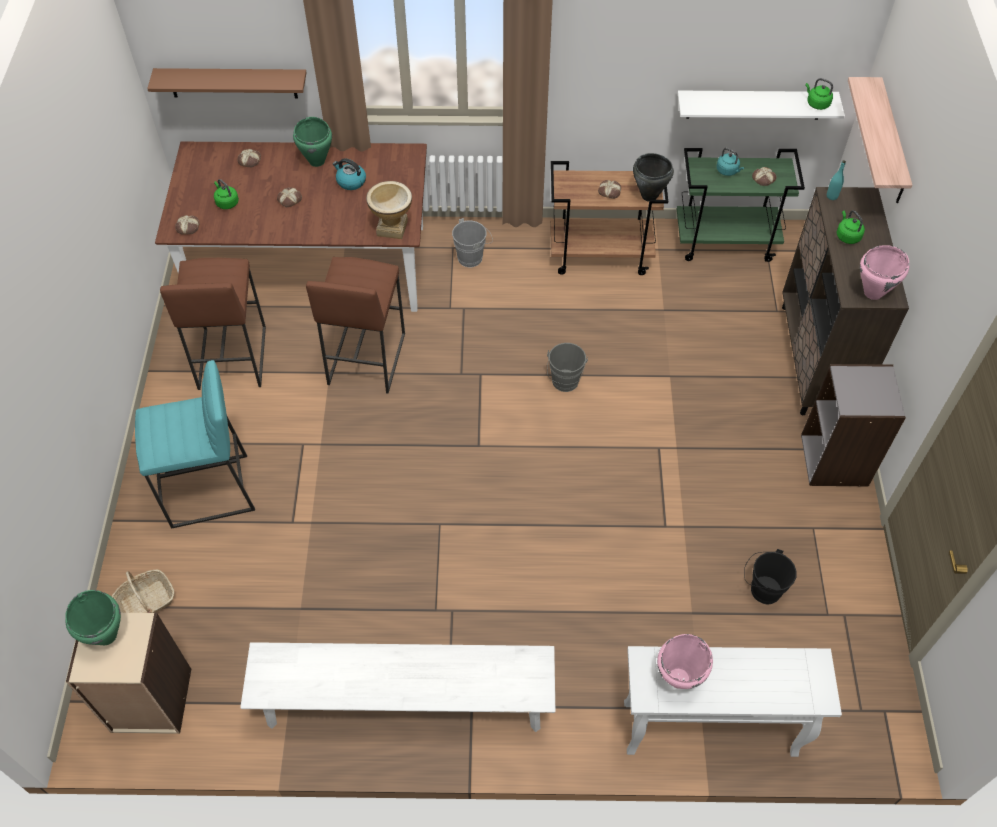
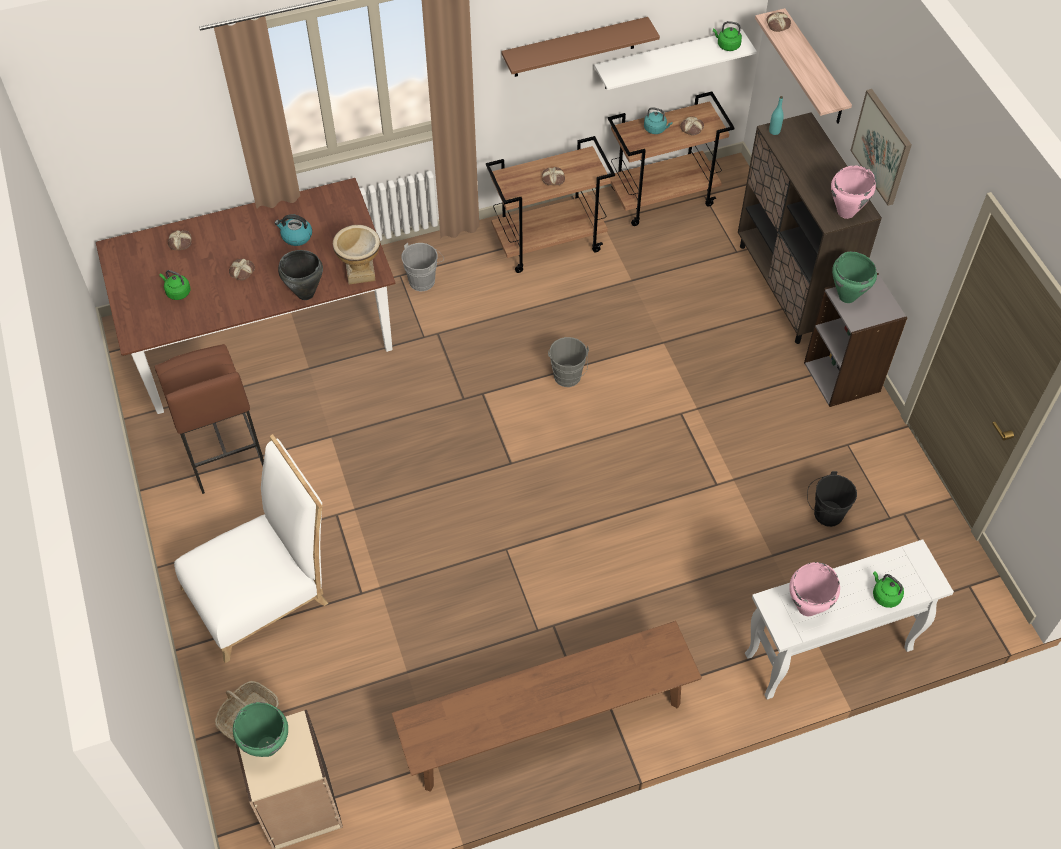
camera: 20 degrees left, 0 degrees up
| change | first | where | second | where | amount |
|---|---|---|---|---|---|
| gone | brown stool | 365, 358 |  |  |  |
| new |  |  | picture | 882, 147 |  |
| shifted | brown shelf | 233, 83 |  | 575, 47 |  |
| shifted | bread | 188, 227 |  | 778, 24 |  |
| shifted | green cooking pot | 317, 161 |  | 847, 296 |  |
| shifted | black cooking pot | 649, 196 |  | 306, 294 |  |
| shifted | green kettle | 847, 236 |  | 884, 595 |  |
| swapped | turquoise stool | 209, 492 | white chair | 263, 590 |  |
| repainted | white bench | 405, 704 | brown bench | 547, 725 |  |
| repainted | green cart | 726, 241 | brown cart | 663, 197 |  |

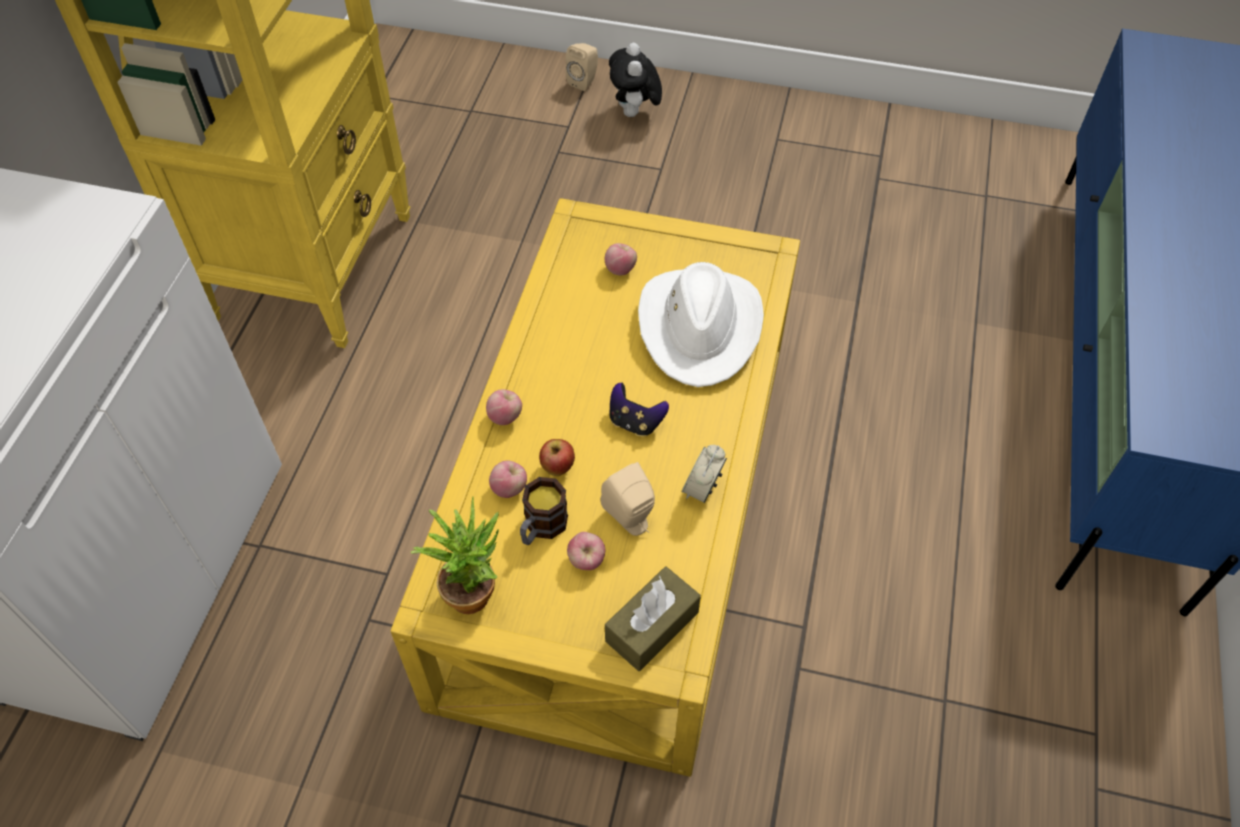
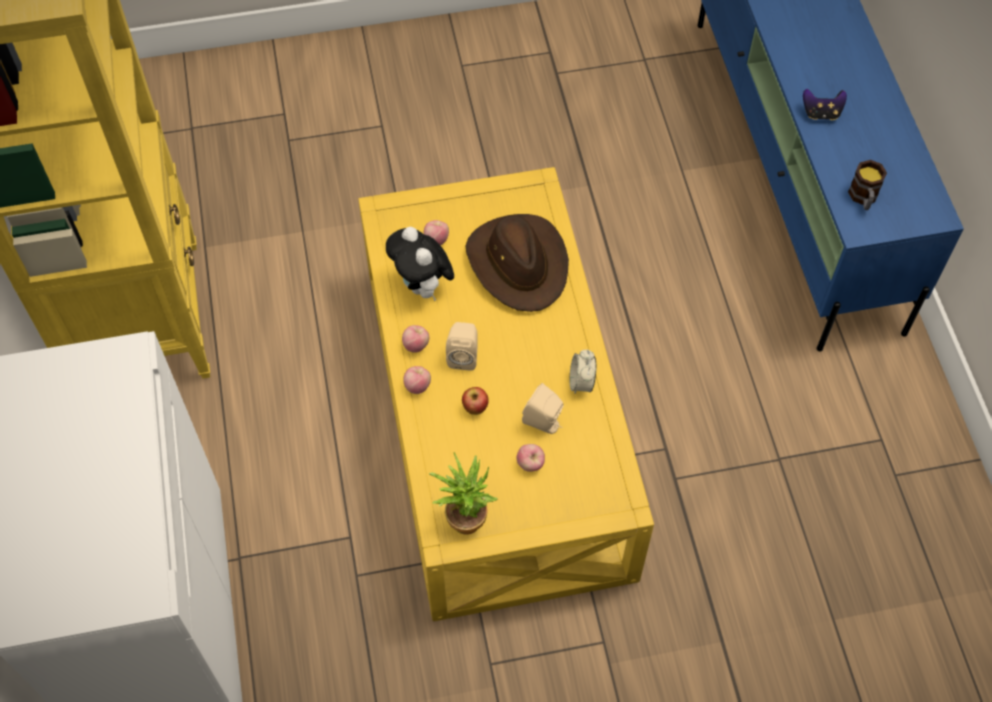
camera: 25 degrees left, 5 degrees up
| change | first | where | second | where | amount |
|---|---|---|---|---|---|
| gone | brown tissue box | 652, 626 |  |  |  |
| shifted | apple | 509, 488 |  | 416, 345 |  |
| shifted | mug | 541, 528 |  | 863, 198 |  |
| shifted | beige speaker | 584, 81 |  | 463, 356 |  |
| shifted | plush toy | 635, 113 |  | 422, 287 |  |
| shifted | game controller | 635, 422 |  | 821, 113 |  |
| repainted | white hat | 700, 327 | brown hat | 519, 263 |  |

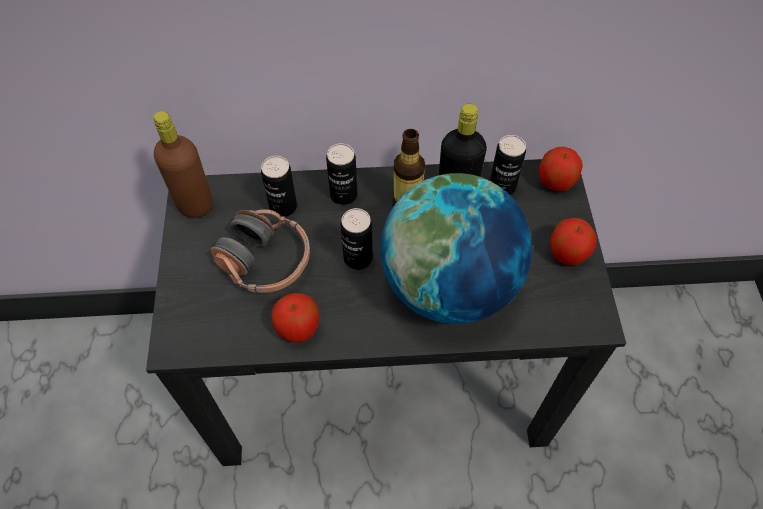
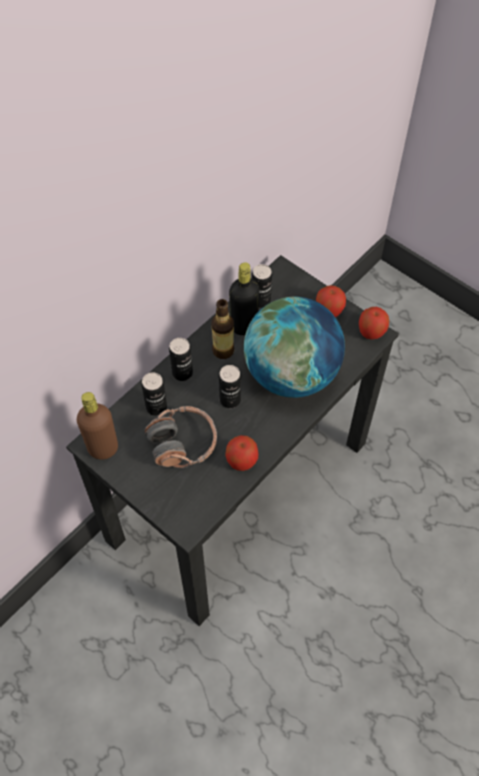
camera: 45 degrees left, 0 degrees up
| change | first | where | second | where | amount |
|---|---|---|---|---|---|
| shifted | apple | 555, 182 |  | 371, 332 |  |

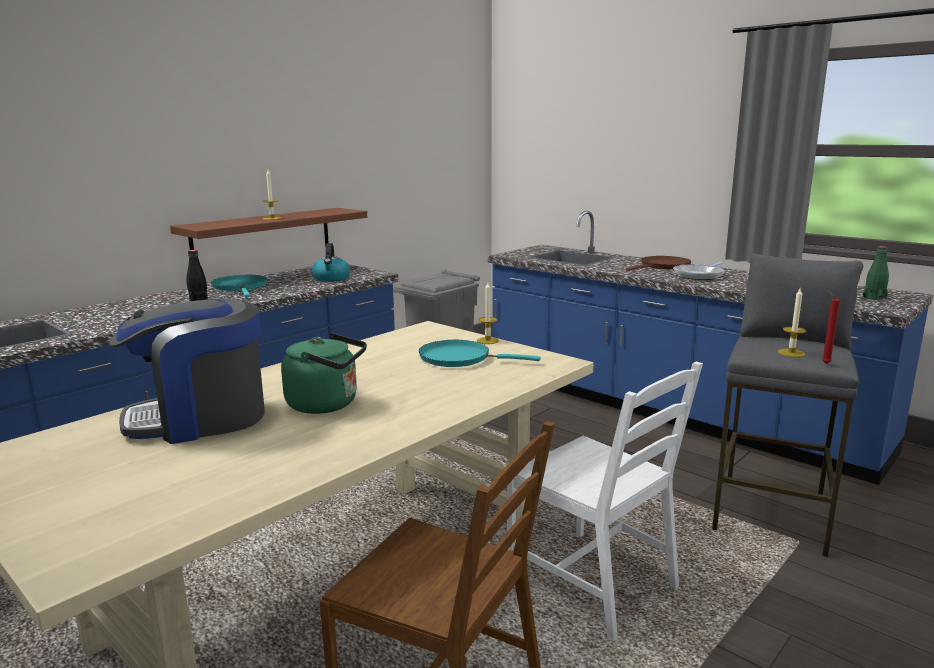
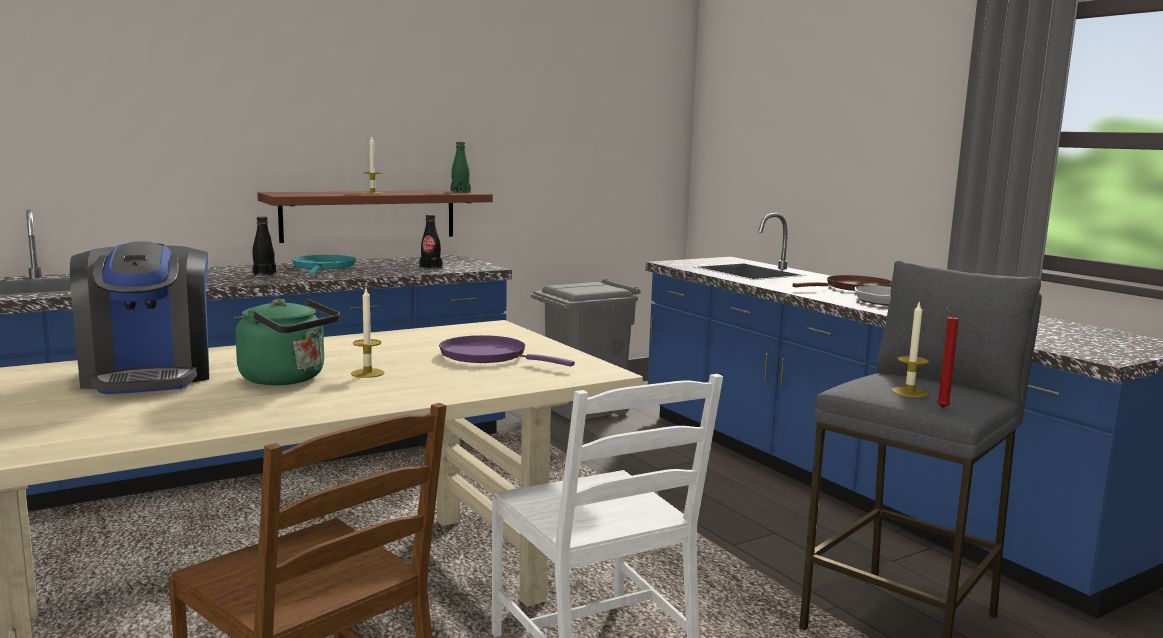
camera: 15 degrees right, 5 degrees down
| change | first | where | second | where | amount |
|---|---|---|---|---|---|
| shifted | candle | 487, 340 |  | 367, 373 |  |
| shifted | green bottle | 874, 298 |  | 460, 192 |  |
| swapped | kettle | 331, 278 | black bottle | 430, 267 |  |
| repainted | turquoise frying pan | 459, 358 | purple frying pan | 488, 356 |  |
| rotated | coffee machine | 200, 419 |  | 148, 375 | 105 degrees counterclockwise |

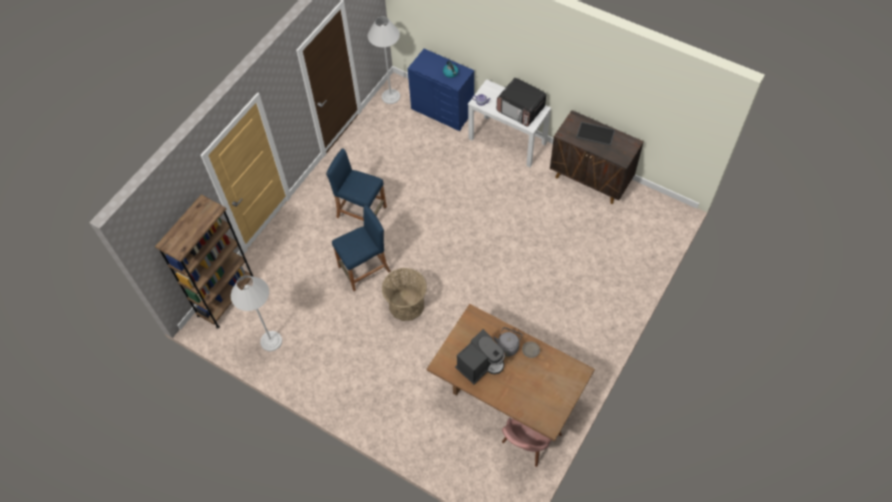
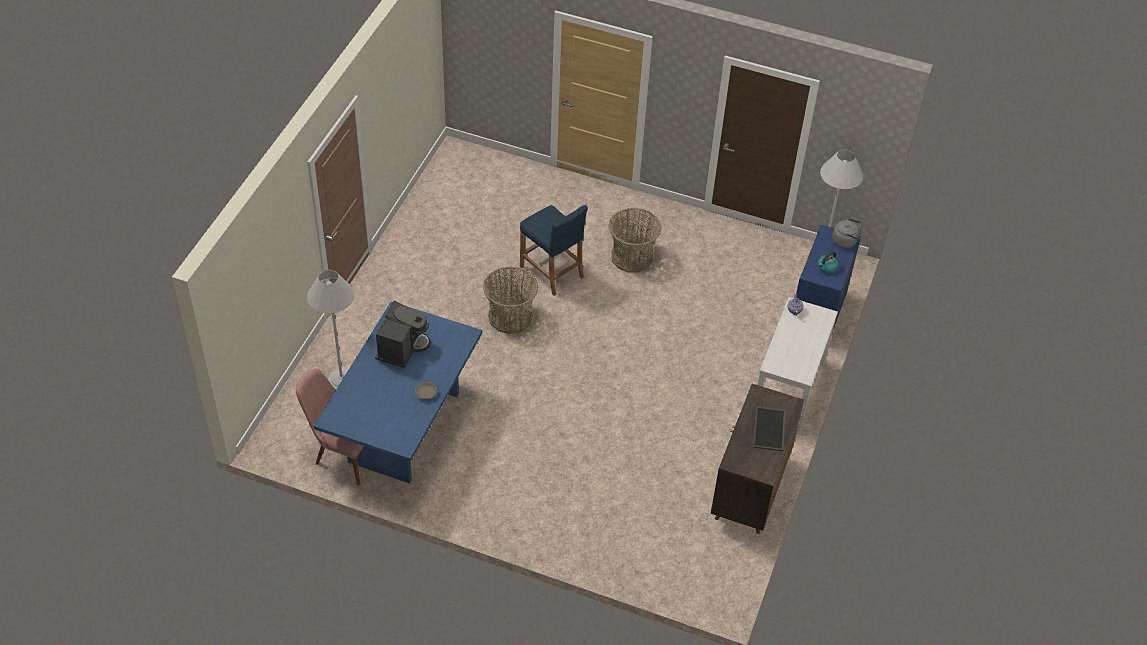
camera: 75 degrees right, 10 degrees down
| change | first | where | second | where | amount |
|---|---|---|---|---|---|
| gone | brown bookcase | 226, 298 |  |  |  |
| gone | microwave | 521, 110 |  |  |  |
| shifted | white floor lamp | 271, 341 |  | 341, 380 |  |
| shifted | grey kettle | 508, 346 |  | 845, 241 |  |
| swapped | blue stool | 361, 212 | basket | 632, 257 |  |
| repainted | brown dining table | 507, 395 | blue dining table | 404, 426 |  |
| rotated | coffee machine | 480, 364 |  | 402, 348 | 105 degrees counterclockwise |

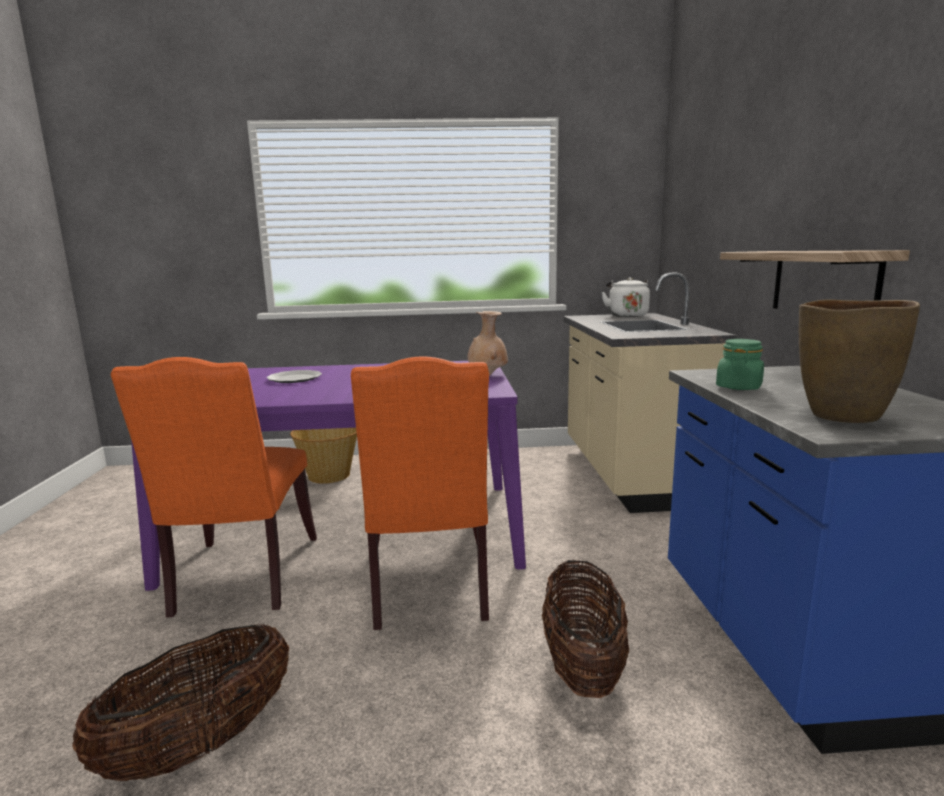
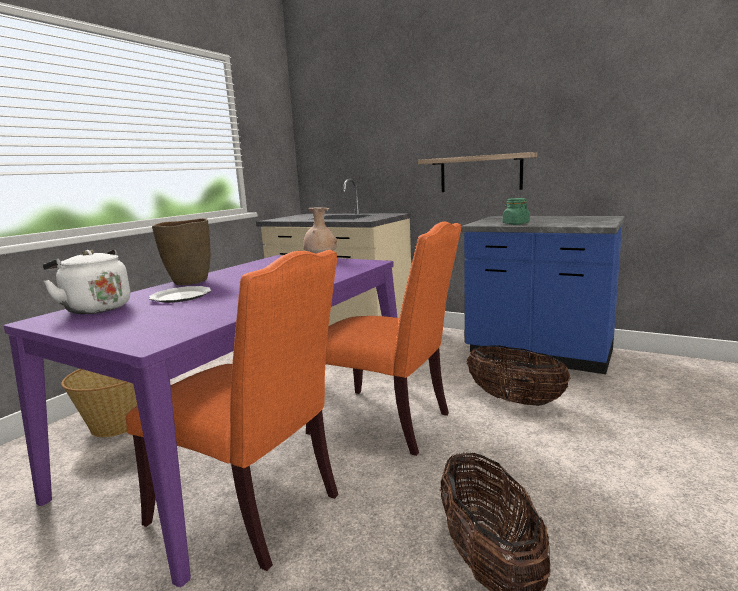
camera: 55 degrees left, 0 degrees up
| change | first | where | second | where | amount |
|---|---|---|---|---|---|
| shifted | white kettle | 626, 315 |  | 95, 308 |  |
| shifted | brown vase | 842, 416 |  | 189, 282 |  |

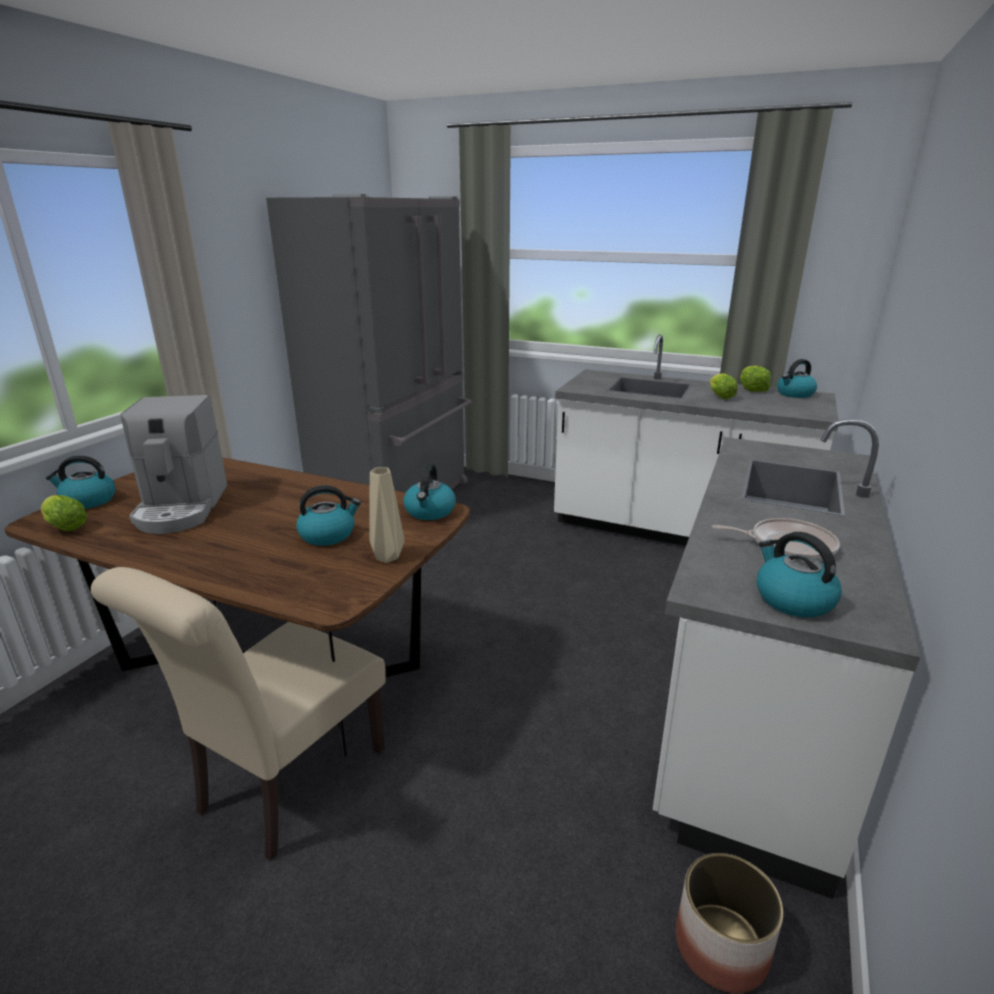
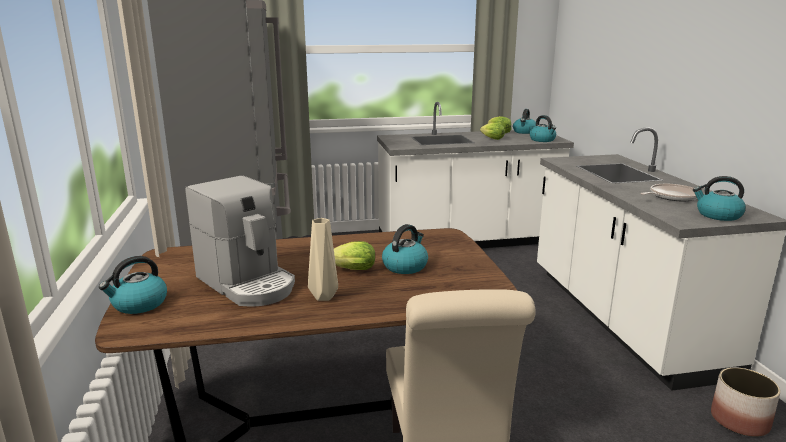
camera: 35 degrees left, 5 degrees down
| change | first | where | second | where | amount |
|---|---|---|---|---|---|
| shifted | lettuce | 64, 526 |  | 350, 270 |  |
| shifted | beige vase | 389, 557 |  | 325, 296 |  |
| shifted | kettle | 430, 511 |  | 542, 140 |  |

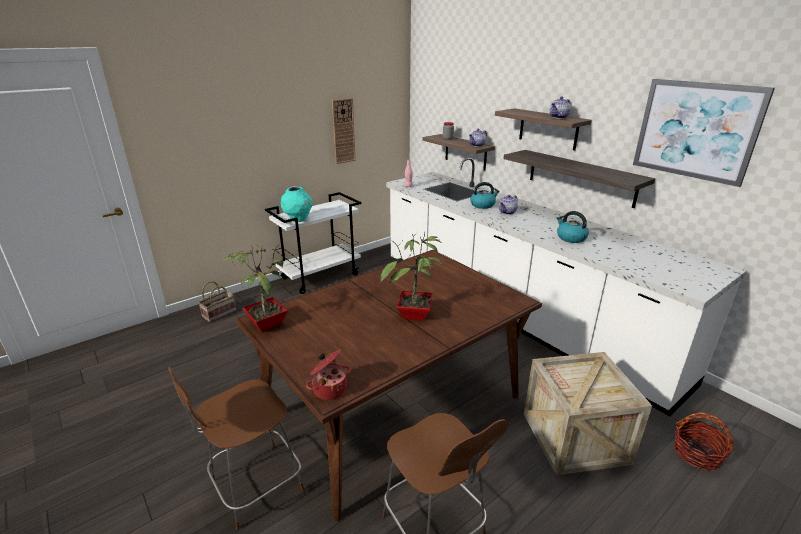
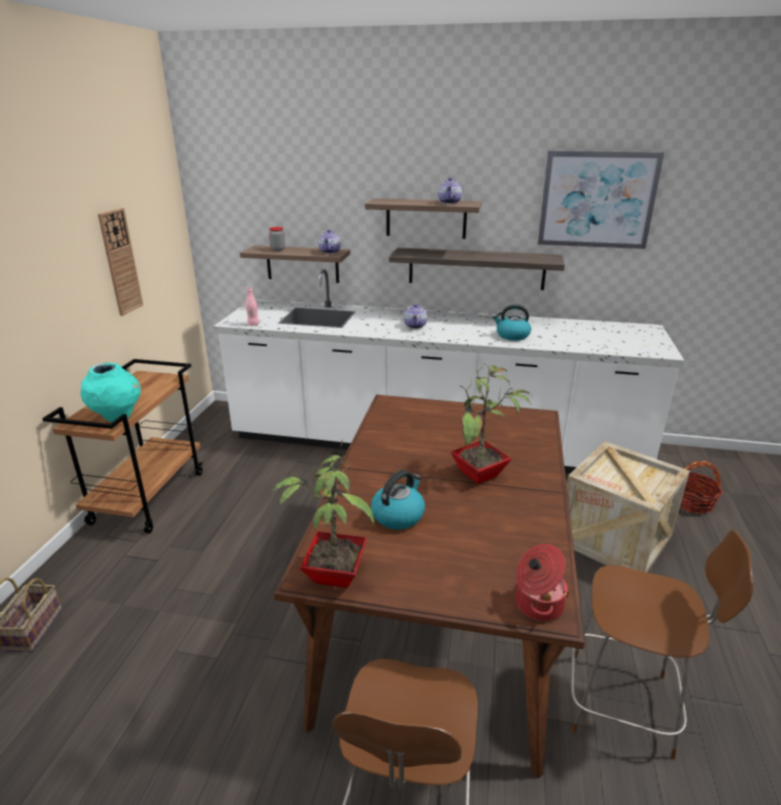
camera: 40 degrees left, 0 degrees up
| change | first | where | second | where | amount |
|---|---|---|---|---|---|
| shifted | kettle | 483, 205 |  | 398, 515 |  |
| repainted | white cart | 320, 276 | brown cart | 149, 497 |  |

